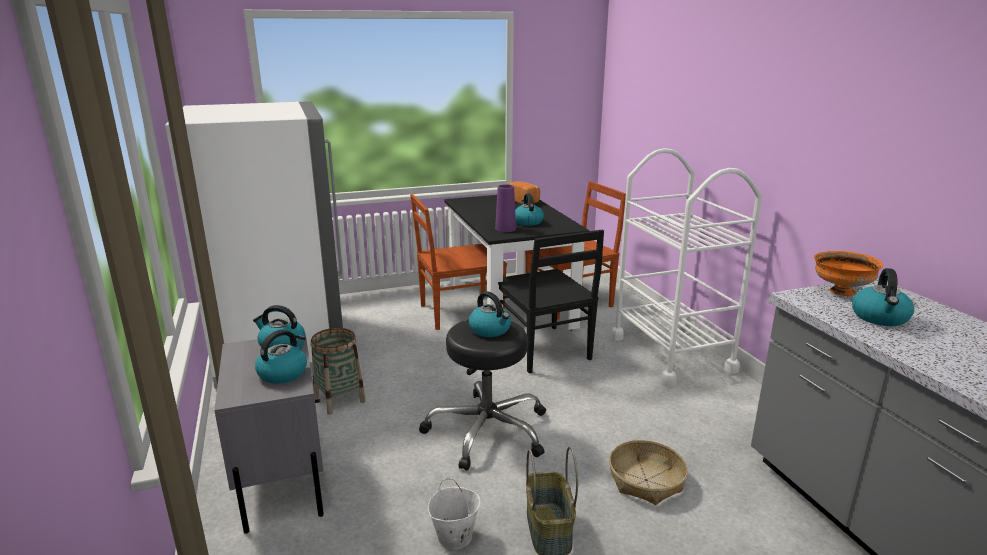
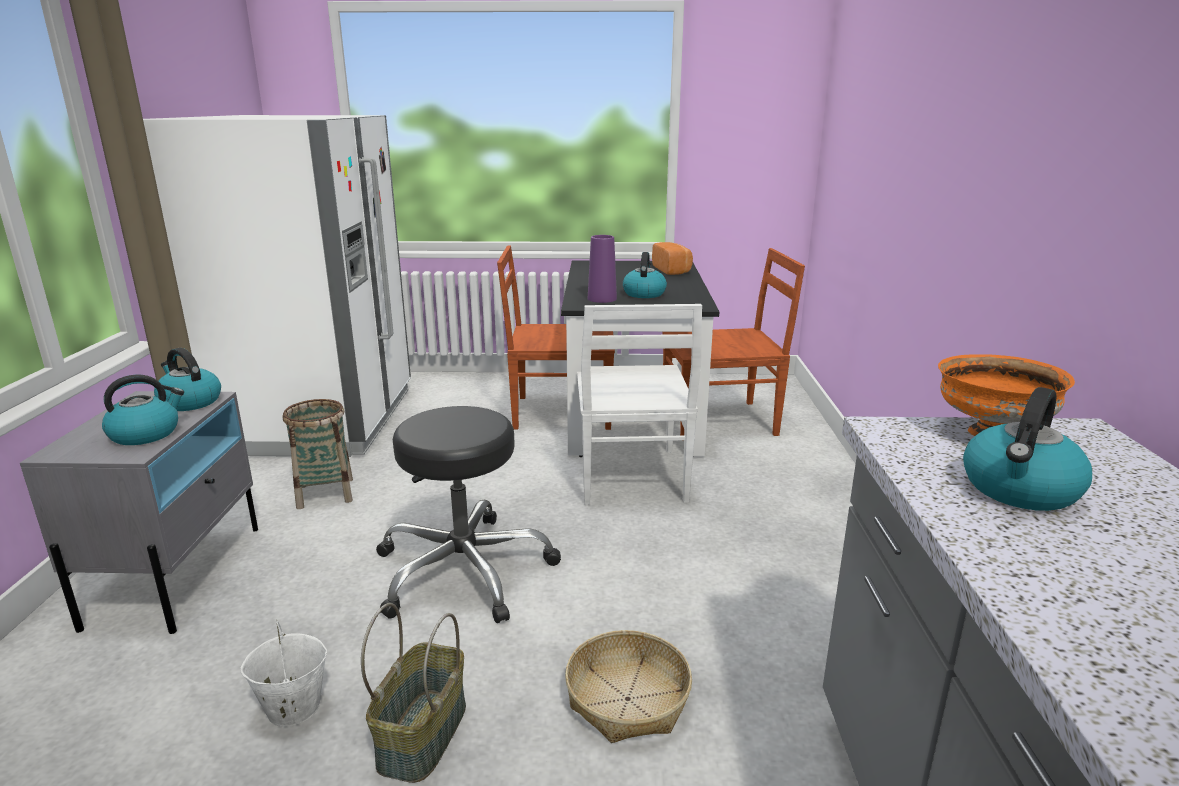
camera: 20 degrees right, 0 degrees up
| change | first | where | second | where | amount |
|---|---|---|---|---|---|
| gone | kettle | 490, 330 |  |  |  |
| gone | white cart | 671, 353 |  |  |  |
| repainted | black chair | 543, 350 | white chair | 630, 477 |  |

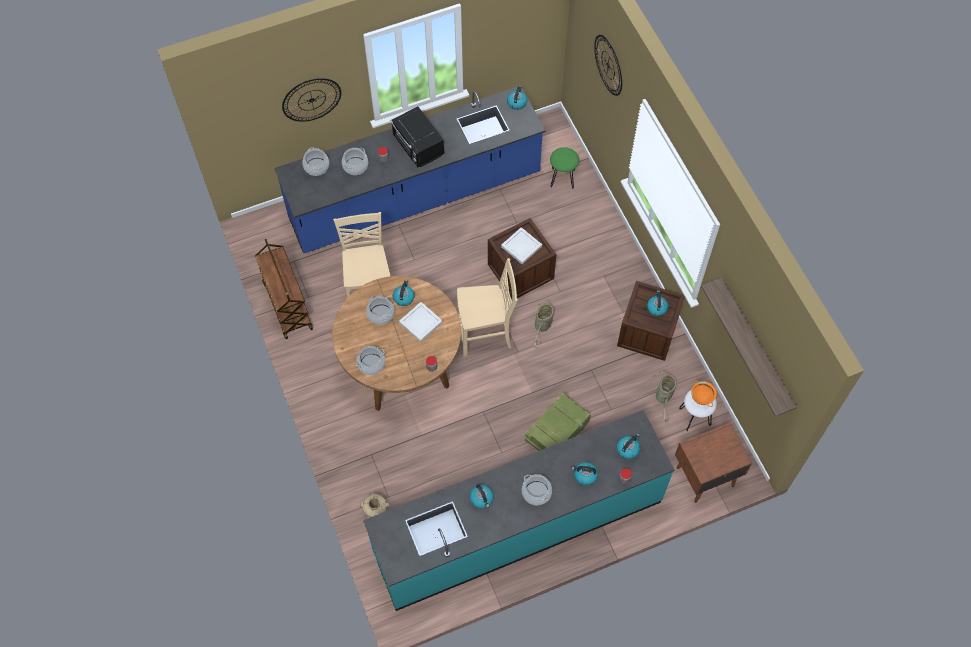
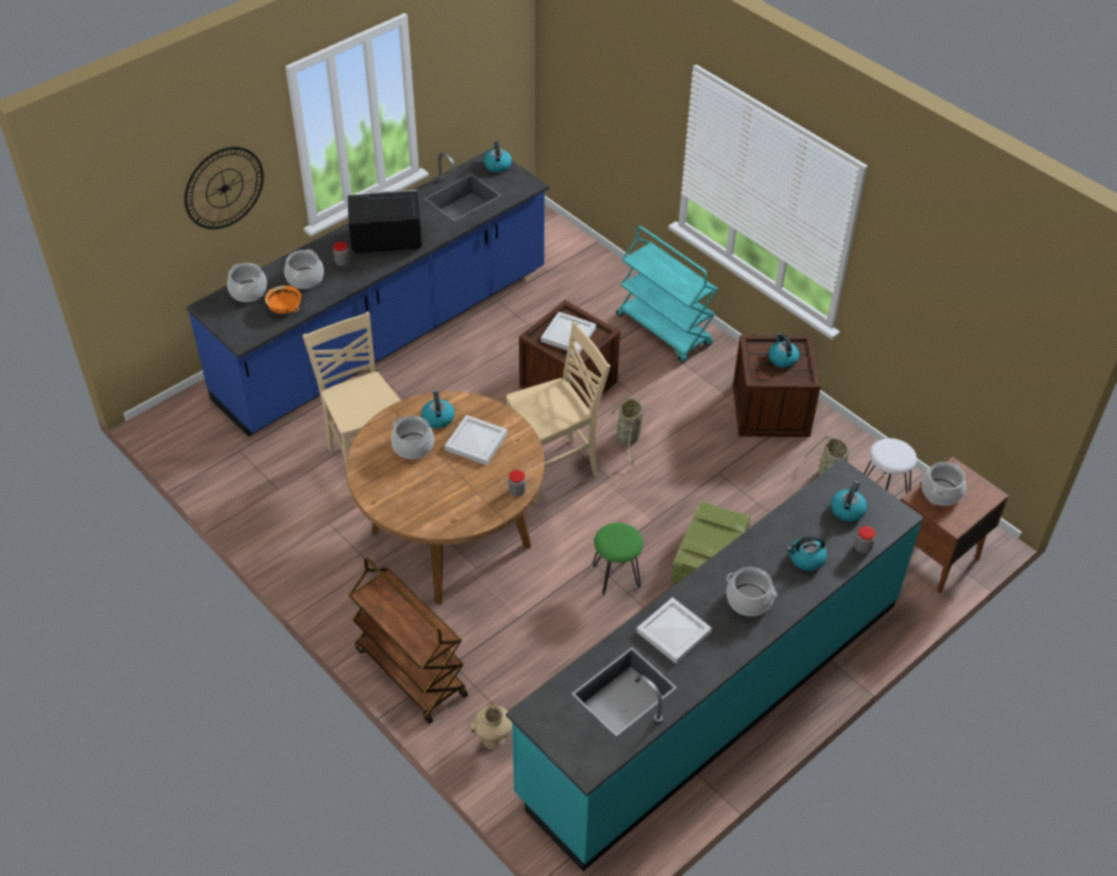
camera: 20 degrees left, 15 degrees down
| change | first | where | second | where | amount |
|---|---|---|---|---|---|
| gone | wall clock | 608, 65 |  |  |  |
| gone | shelf | 755, 346 |  |  |  |
| new |  |  | turquoise cart | 664, 330 |  |
| shifted | brown cart | 287, 305 |  | 410, 672 |  |
| shifted | cooking pot | 371, 364 |  | 941, 493 |  |
| shifted | green stool | 562, 178 |  | 616, 577 |  |
| shifted | orange bowl | 702, 396 |  | 284, 308 |  |
| swapped | kettle | 482, 498 | white tray | 673, 631 |  |
| rotated | black microwave | 418, 147 |  | 385, 239 | 135 degrees clockwise |

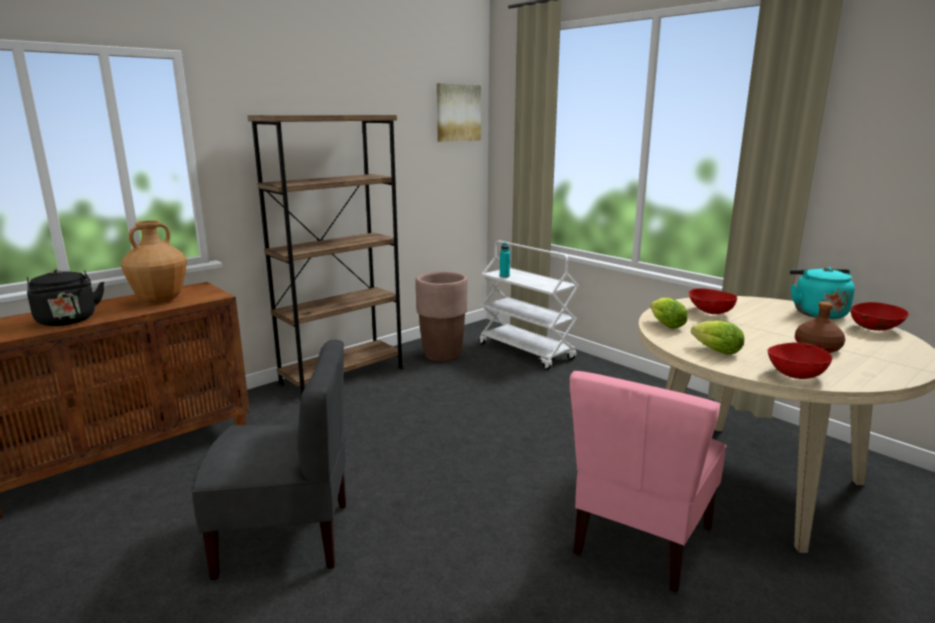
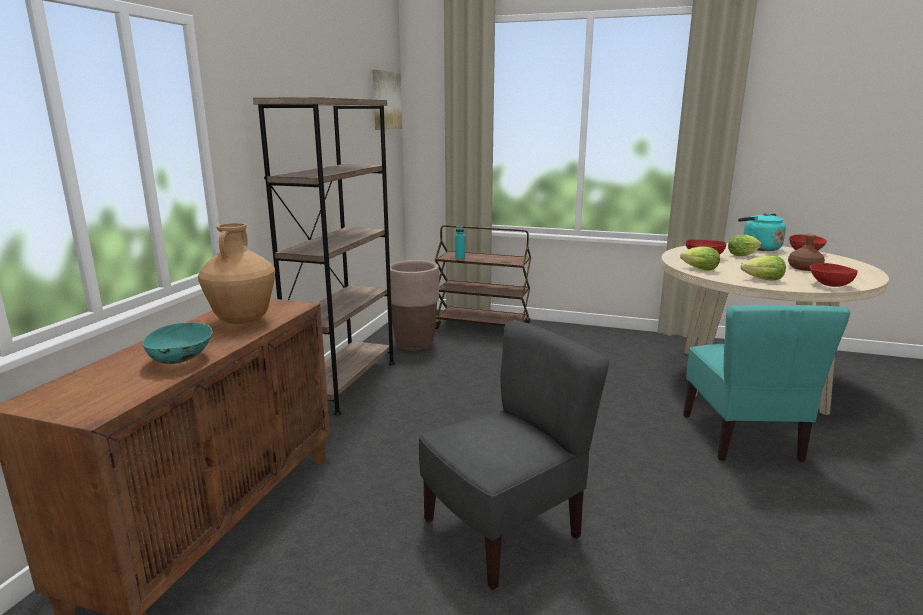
camera: 30 degrees left, 0 degrees up
| change | first | where | second | where | amount |
|---|---|---|---|---|---|
| new |  |  | lettuce | 744, 255 |  |
| swapped | black kettle | 68, 321 | turquoise bowl | 181, 360 |  |
| repainted | white cart | 526, 352 | brown cart | 482, 327 |  |
| repainted | pink chair | 640, 540 | turquoise chair | 742, 438 |  |

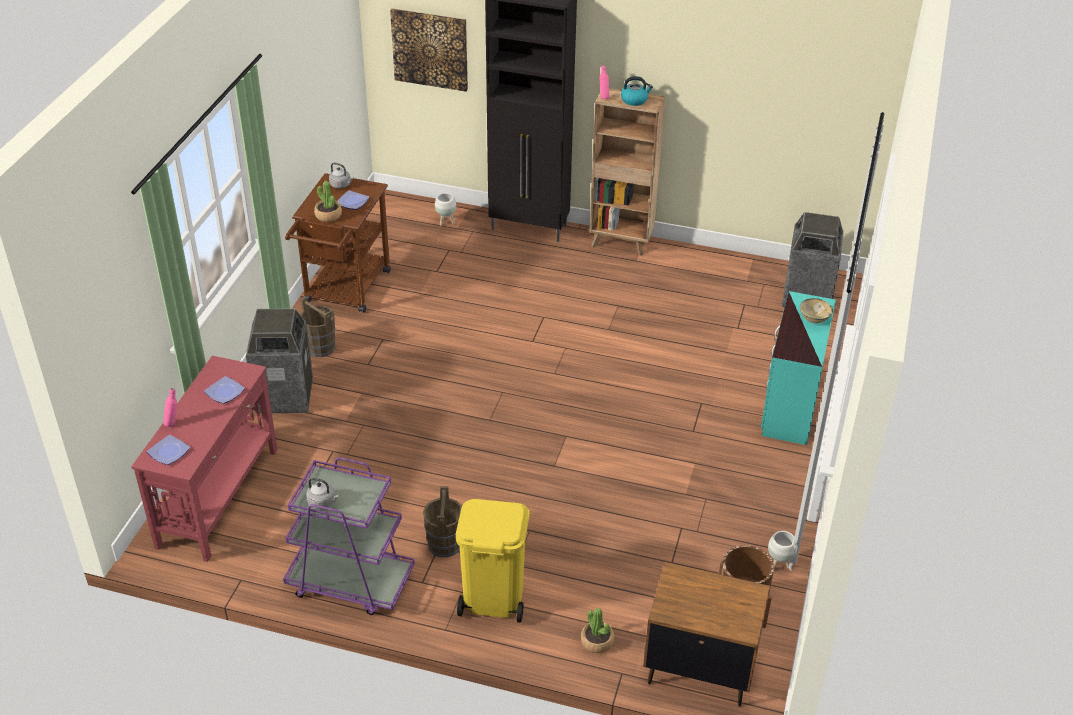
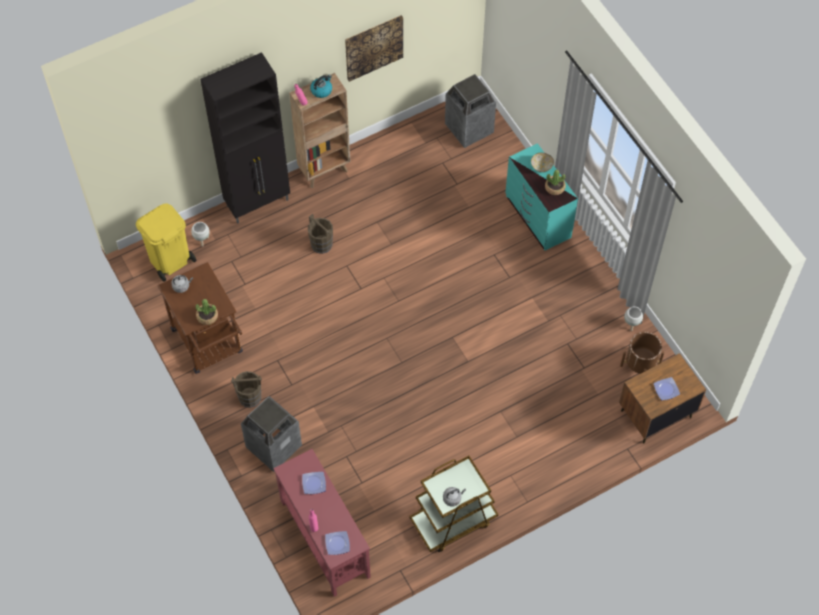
camera: 45 degrees left, 20 degrees up
| change | first | where | second | where | amount |
|---|---|---|---|---|---|
| shifted | plate | 353, 202 |  | 666, 389 |  |
| shifted | picture | 430, 49 |  | 373, 47 |  |
| shifted | brown bucket | 444, 544 |  | 321, 244 |  |
| shifted | yellow trash can | 492, 598 |  | 170, 260 |  |
| shifted | potted plant | 597, 641 |  | 554, 187 |  |
| repainted | purple cart | 350, 582 | brown cart | 453, 520 |  |

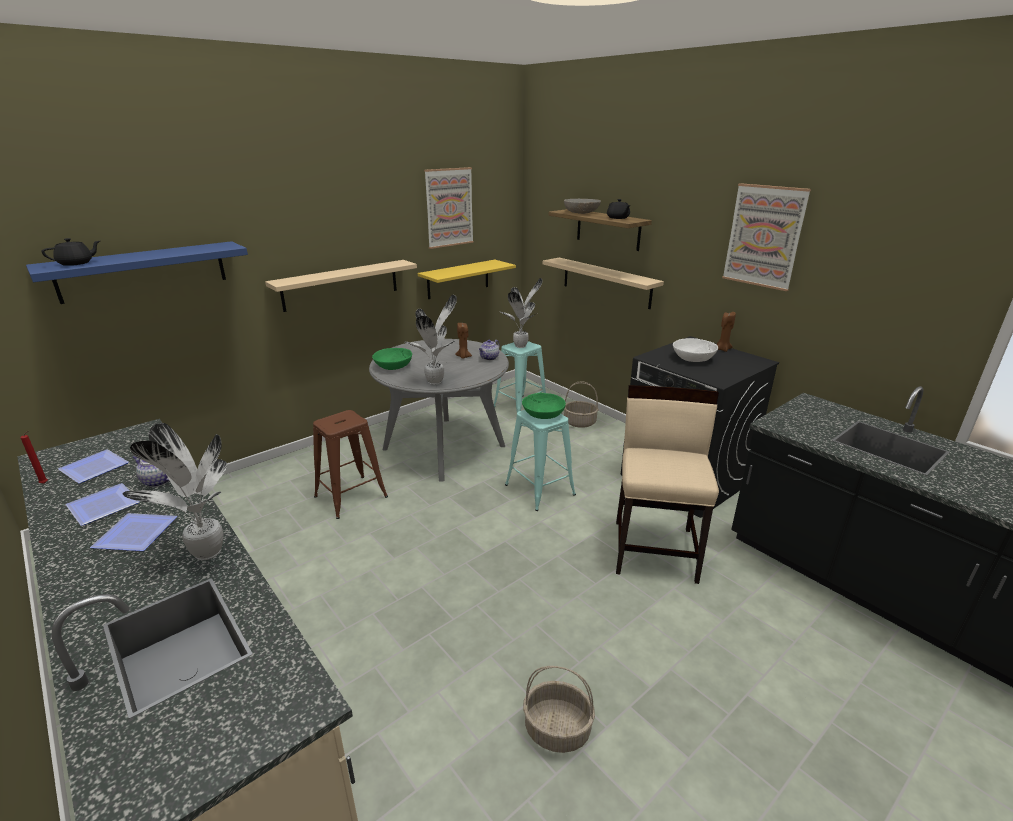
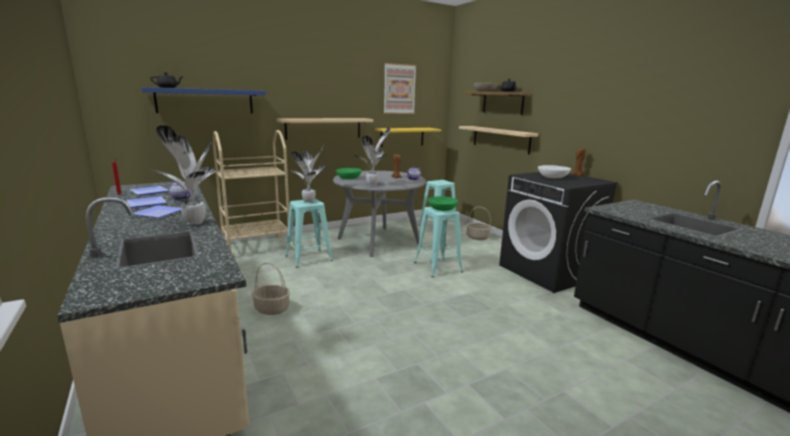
camera: 10 degrees right, 10 degrees down
| change | first | where | second | where | amount |
|---|---|---|---|---|---|
| gone | beige chair | 655, 549 |  |  |  |
| gone | picture | 764, 236 |  |  |  |
| new |  |  | beige cart | 256, 246 |  |
| shifted | potted plant | 522, 346 |  | 310, 202 |  |
| shifted | basket | 556, 730 |  | 271, 309 |  |
| repainted | brown stool | 351, 497 | turquoise stool | 308, 258 |  |

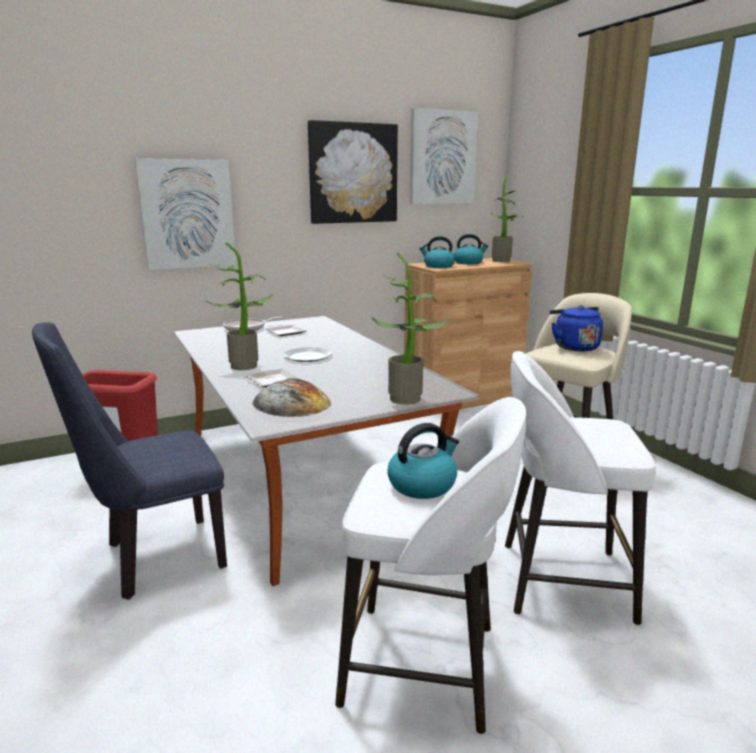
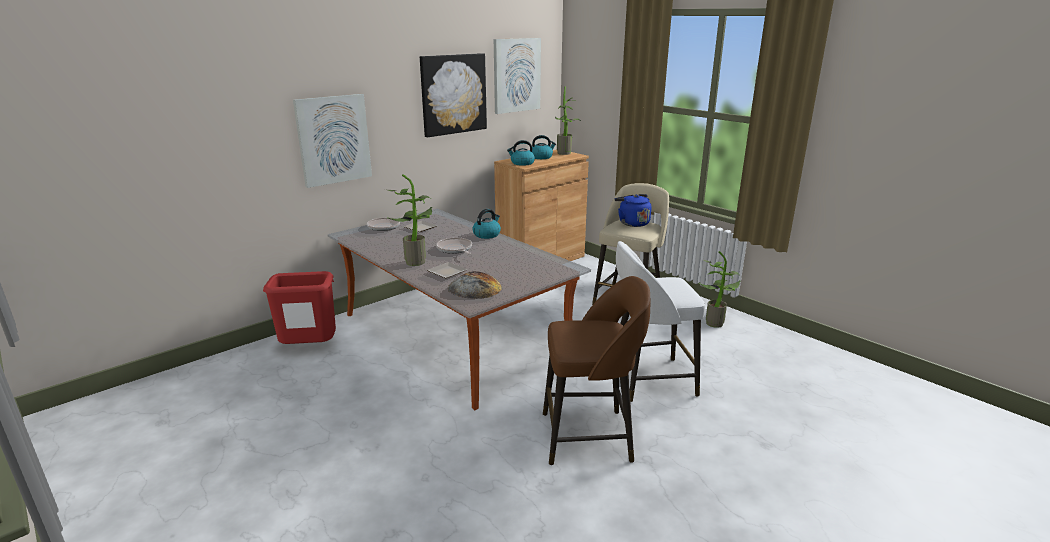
camera: 15 degrees left, 5 degrees up
| change | first | where | second | where | amount |
|---|---|---|---|---|---|
| gone | blue chair | 154, 559 |  |  |  |
| shifted | potted plant | 409, 398 |  | 715, 322 |  |
| shifted | kettle | 422, 484 |  | 487, 234 |  |
| swapped | plate | 307, 357 | frying pan | 455, 249 |  |
| repainted | white stool | 425, 665 | brown stool | 589, 436 |  |

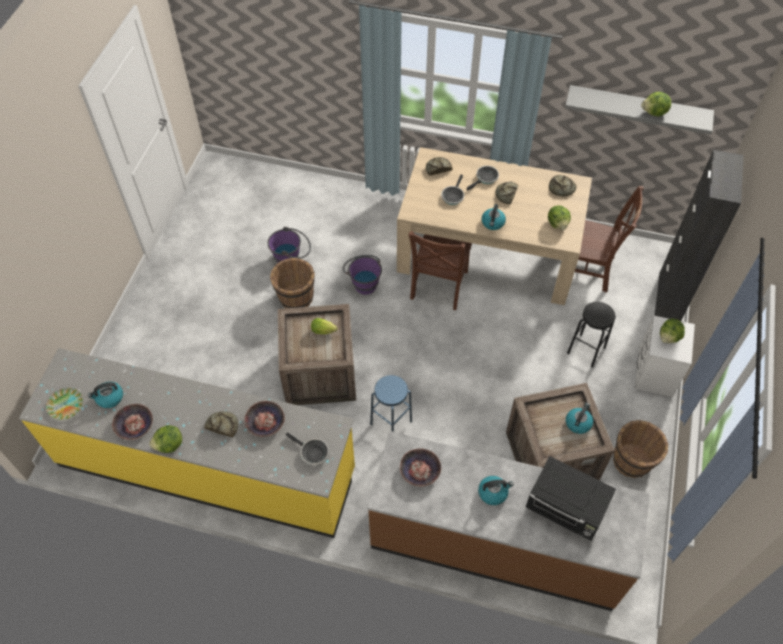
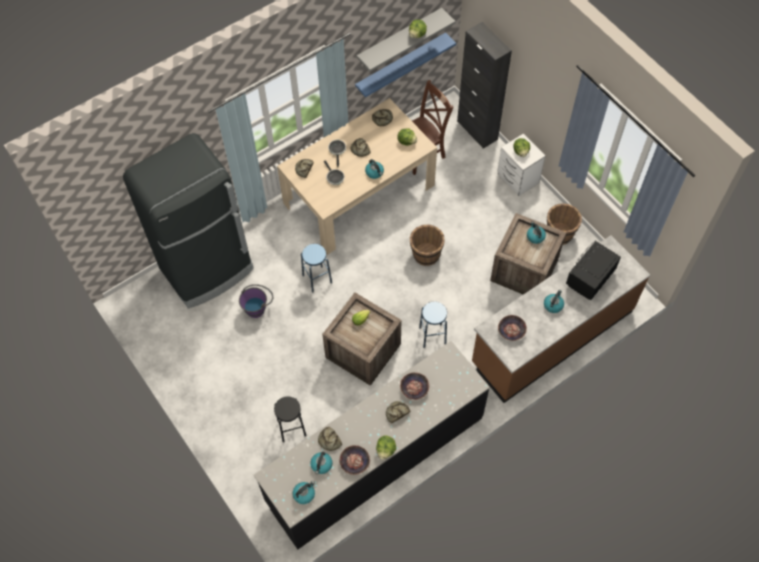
camera: 50 degrees left, 5 degrees up
| change | first | where | second | where | amount |
|---|---|---|---|---|---|
| gone | frying pan | 312, 453 |  |  |  |
| gone | brown chair | 438, 287 |  |  |  |
| new |  |  | black fridge | 207, 269 |  |
| new |  |  | bread | 329, 440 |  |
| new |  |  | blue shelf | 401, 64 |  |
| shifted | brown bucket | 295, 297 |  | 426, 254 |  |
| shifted | black stool | 586, 350 |  | 291, 428 |  |
| swapped | plate | 65, 405 | kettle | 304, 494 |  |
| swapped | purple bucket | 363, 282 | blue stool | 317, 279 |  |
| repainted | yellow counter | 207, 467 | black counter | 375, 459 |  |
| rotated | black microwave | 566, 508 |  | 589, 278 | 150 degrees clockwise |

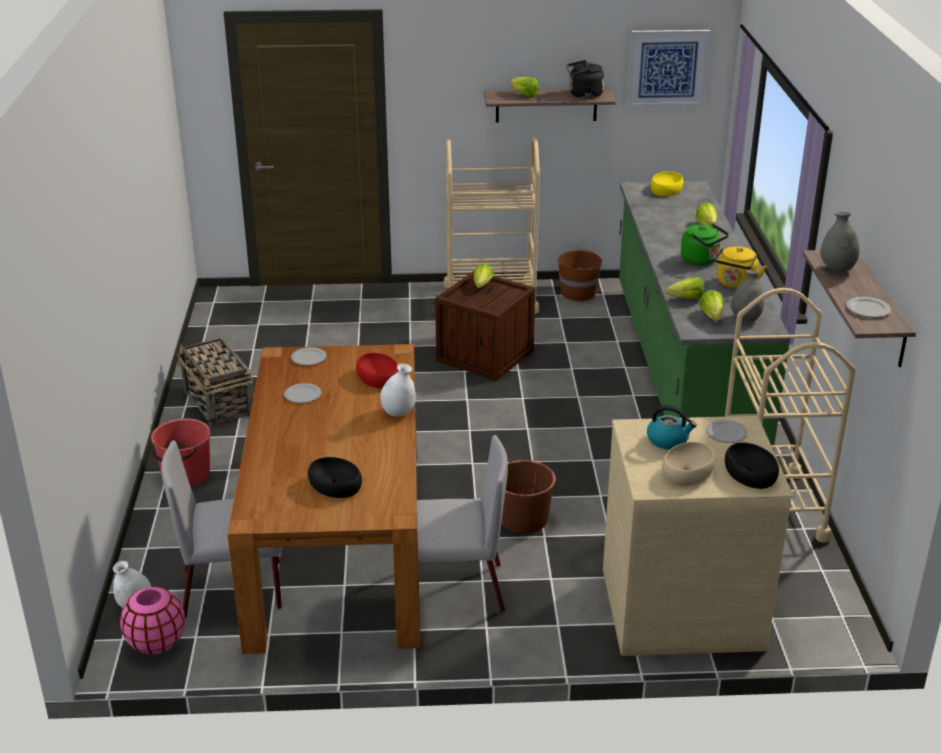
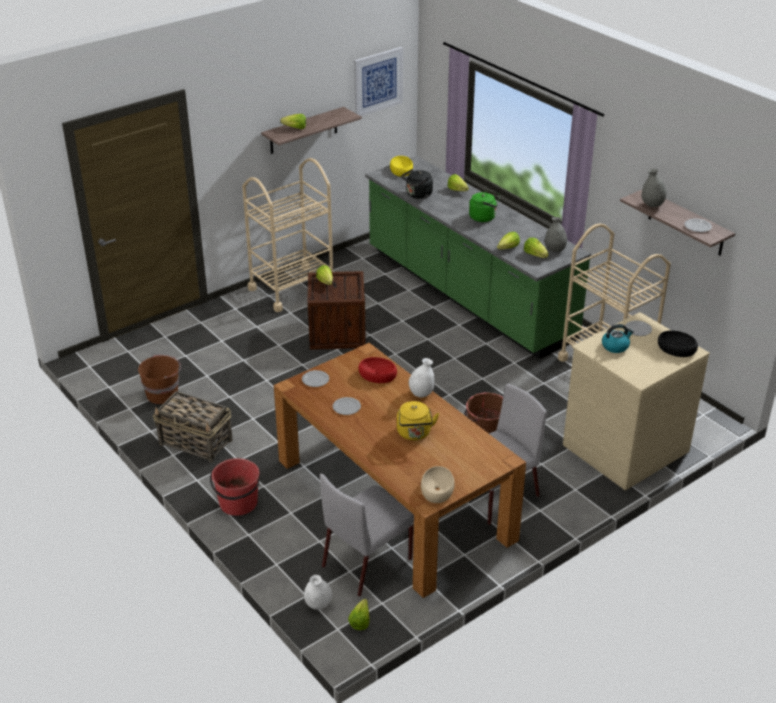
camera: 35 degrees left, 5 degrees up
| change | first | where | second | where | amount |
|---|---|---|---|---|---|
| gone | black bowl | 334, 485 |  |  |  |
| shifted | brown bucket | 579, 293 |  | 163, 394 |  |
| shifted | black kettle | 583, 95 |  | 418, 195 |  |
| shifted | beige bowl | 688, 472 |  | 438, 490 |  |
| shifted | yellow kettle | 735, 284 |  | 414, 434 |  |
| swapped | pink vase | 156, 642 | lettuce | 362, 619 |  |

